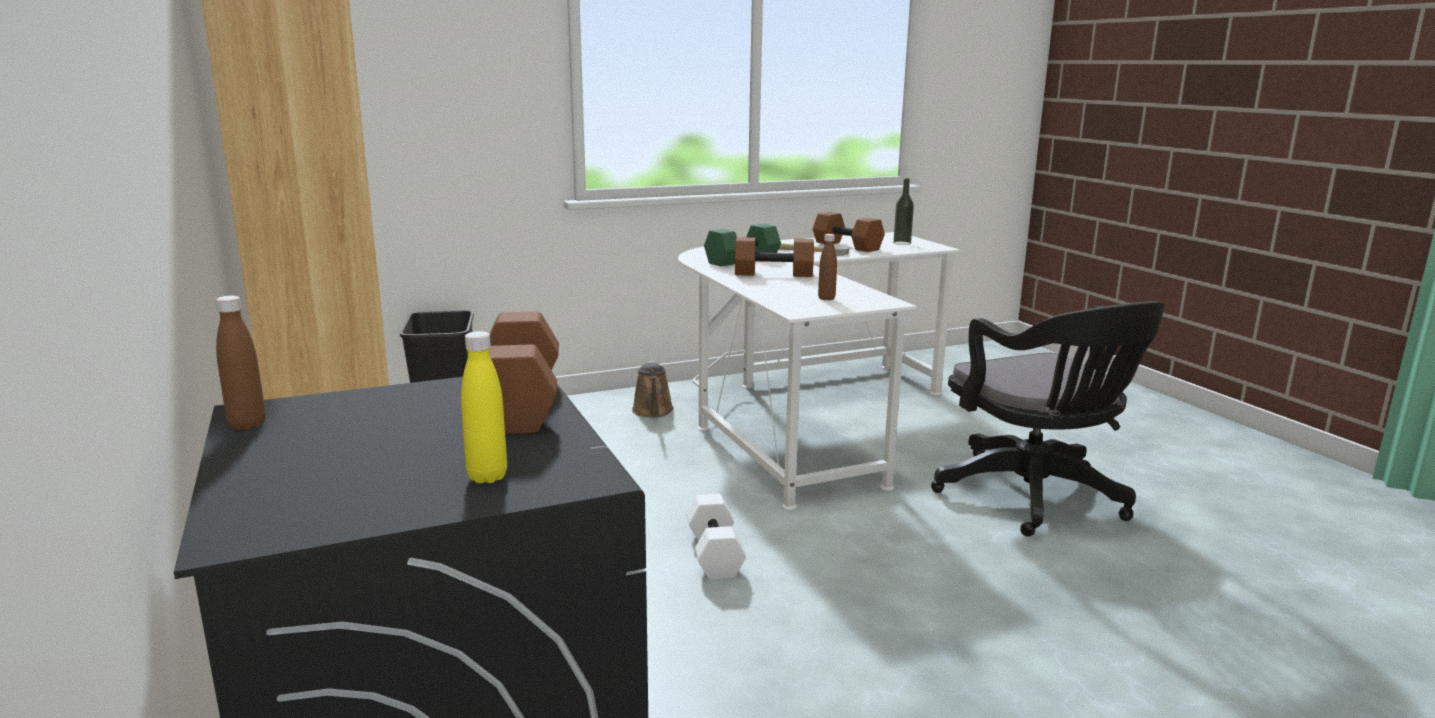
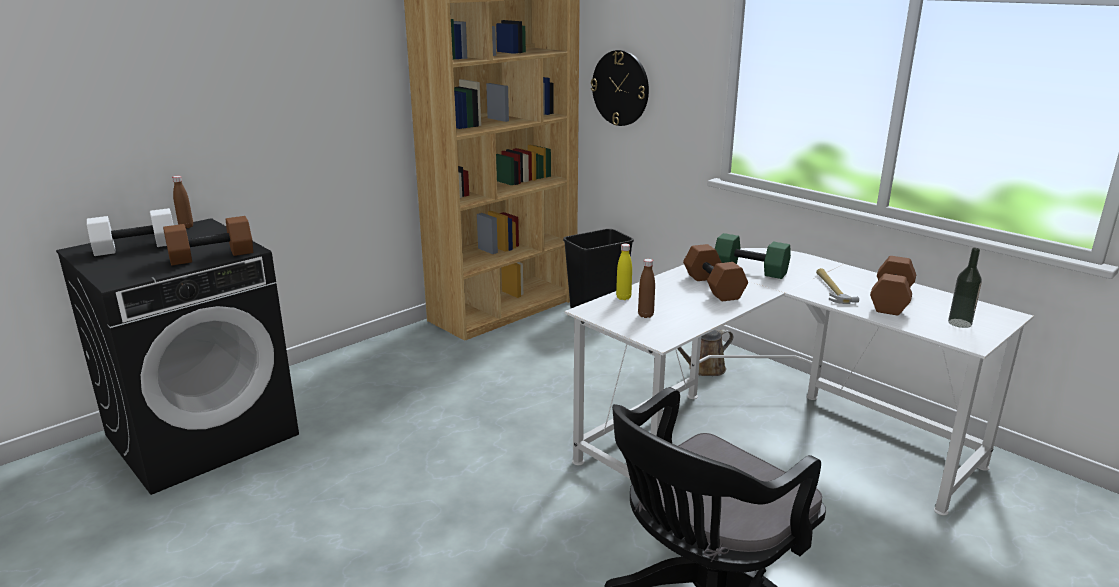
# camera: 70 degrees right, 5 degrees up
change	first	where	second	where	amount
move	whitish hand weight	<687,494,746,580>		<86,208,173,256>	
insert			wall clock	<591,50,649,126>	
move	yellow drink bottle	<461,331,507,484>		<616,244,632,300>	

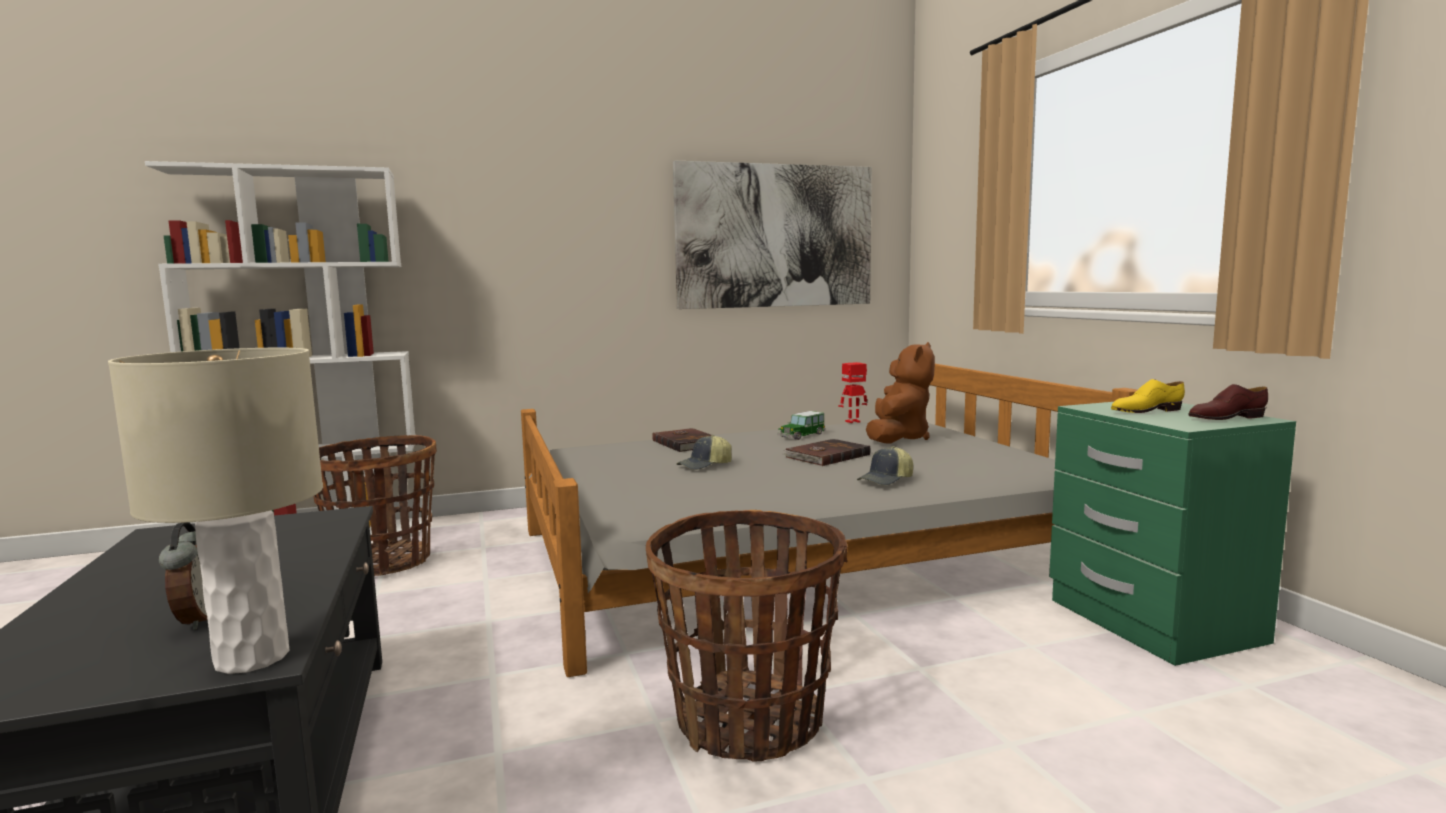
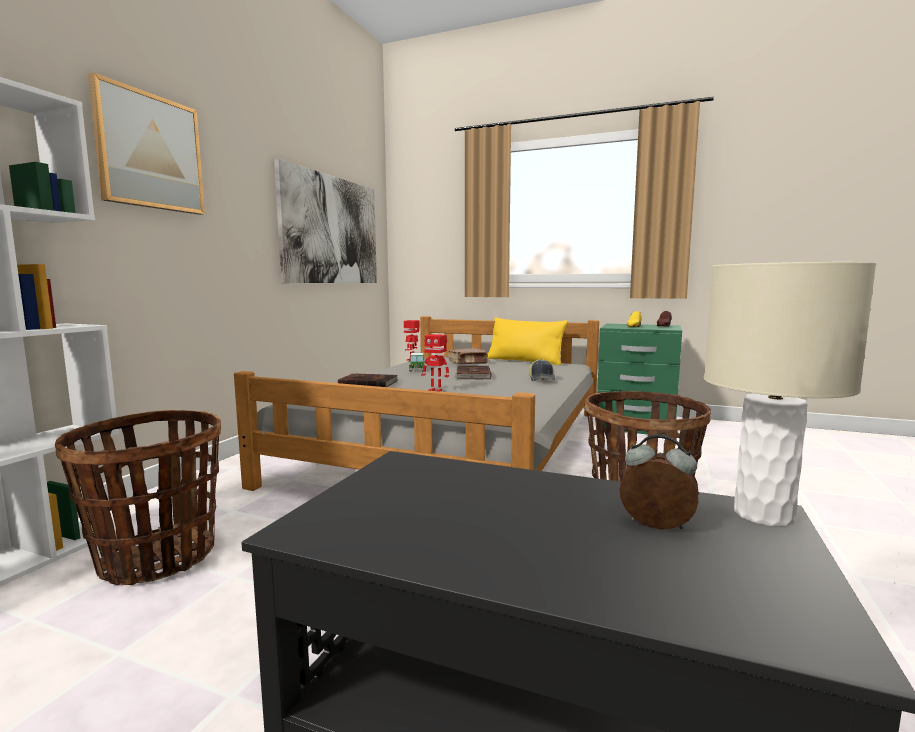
# camera: 50 degrees left, 0 degrees up
change	first	where	second	where	amount
insert			picture	<88,72,205,215>	
replace	peaked cap	<677,435,732,470>	robot figure	<421,334,449,392>	
replace	brown plush toy	<866,342,935,444>	brown volume	<448,348,488,364>	
insert			yellow throw pillow	<488,317,568,365>	

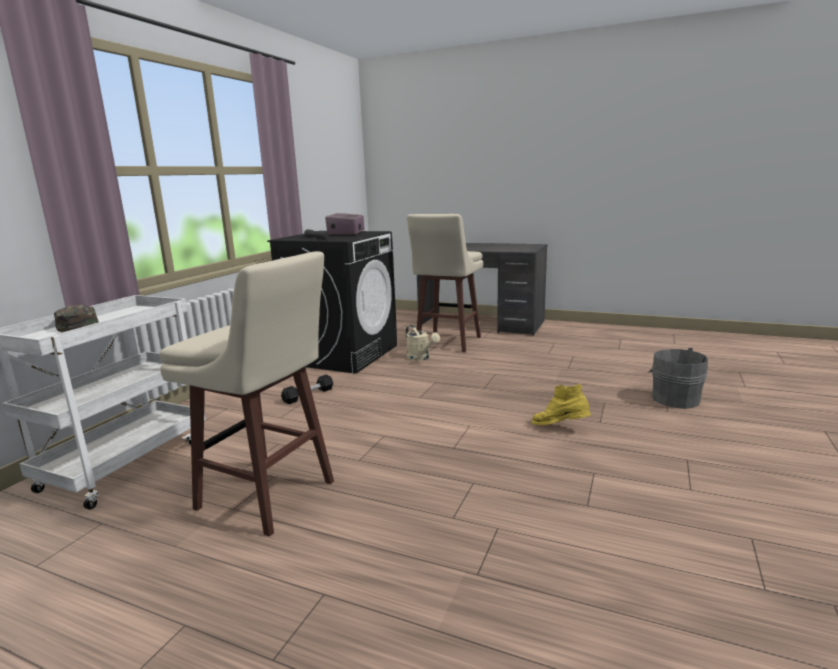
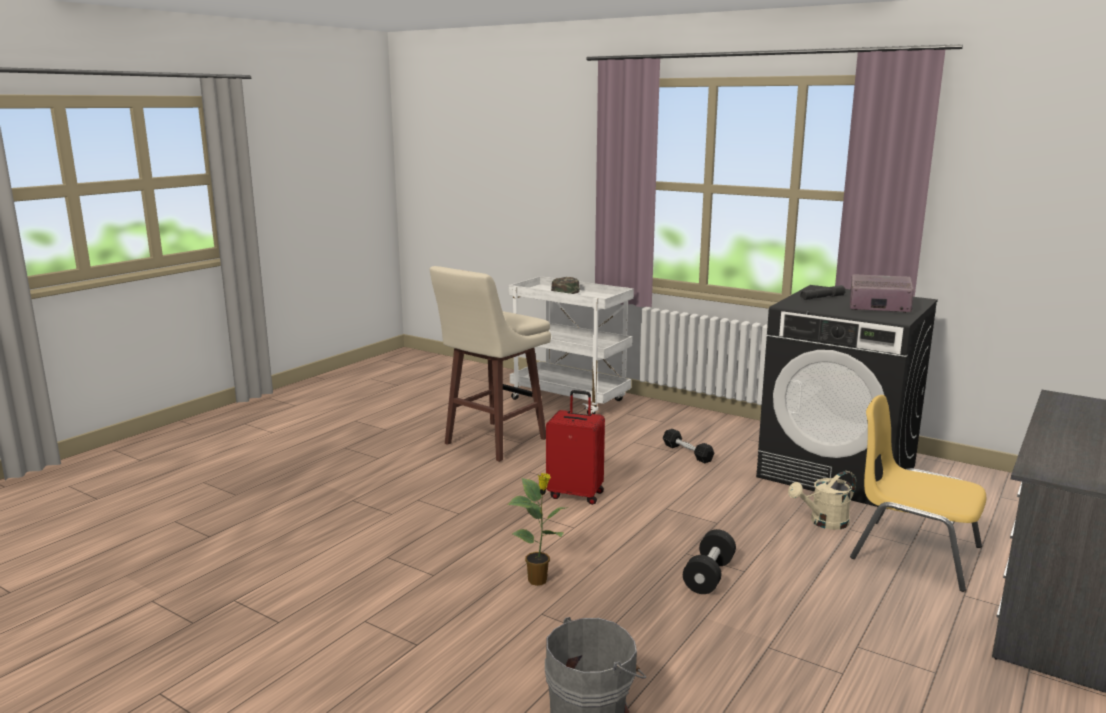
# camera: 100 degrees right, 0 degrees up
change	first	where	second	where	amount
replace	yellow boot	<532,384,591,425>	potted plant	<507,473,565,586>	
insert			reddish travel case	<546,390,605,505>	
insert			blackish hand weight	<683,529,736,594>	
replace	beige stool	<407,214,483,352>	yellow upright chair	<850,395,986,592>	

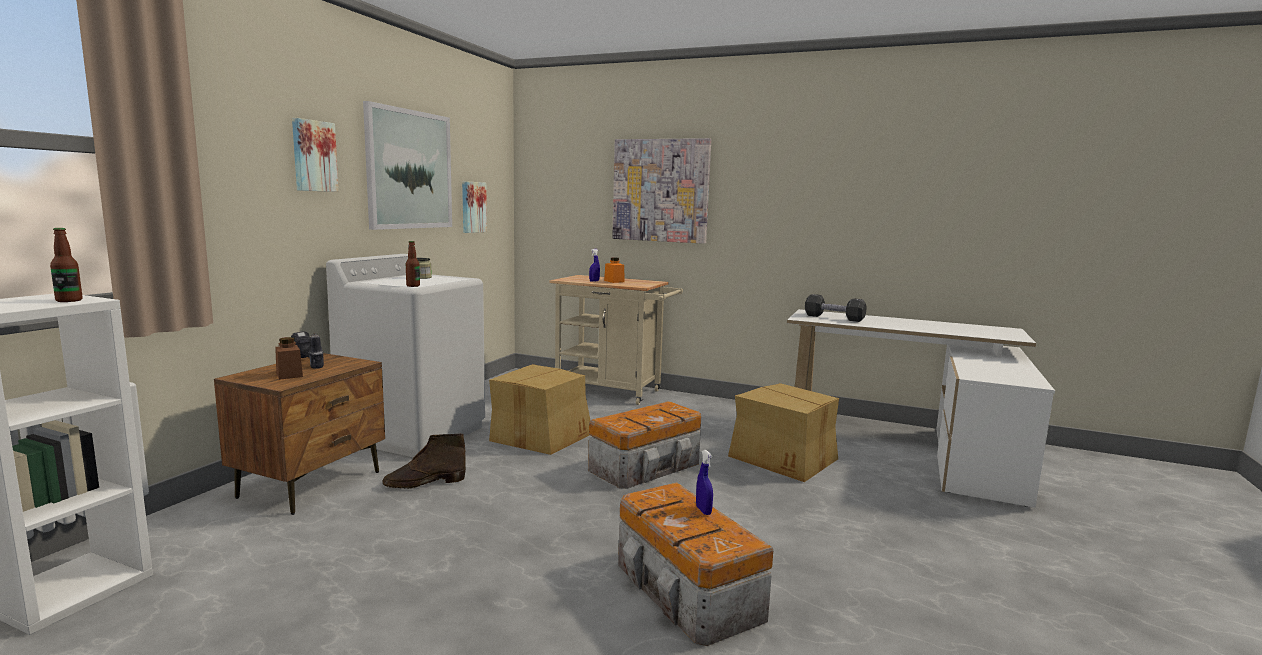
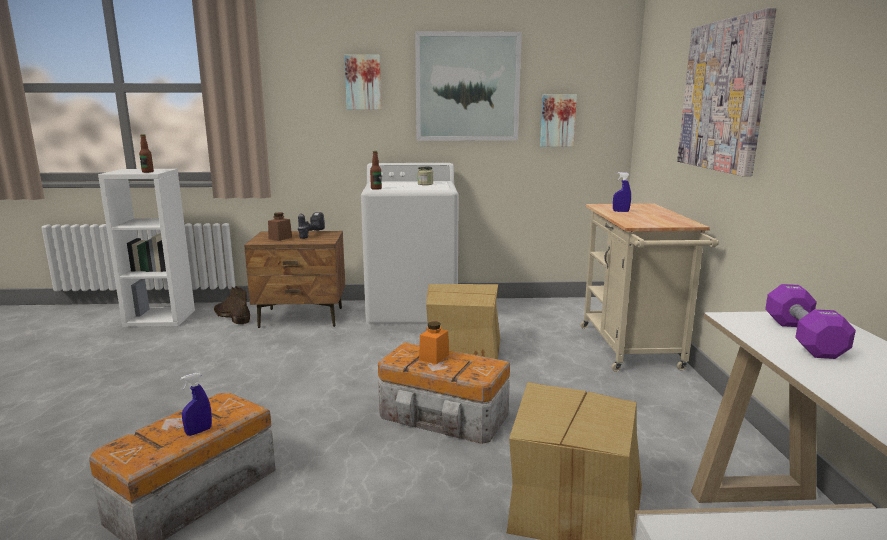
# camera: 65 degrees right, 5 degrees up
change	first	where	second	where	amount
move	brown boot	<382,434,466,489>		<214,286,250,325>	
move	orangey preserve jar	<604,258,625,283>		<419,321,449,364>	
recolor	blackish hand weight	<805,294,867,322>	purple hand weight	<765,284,856,359>	

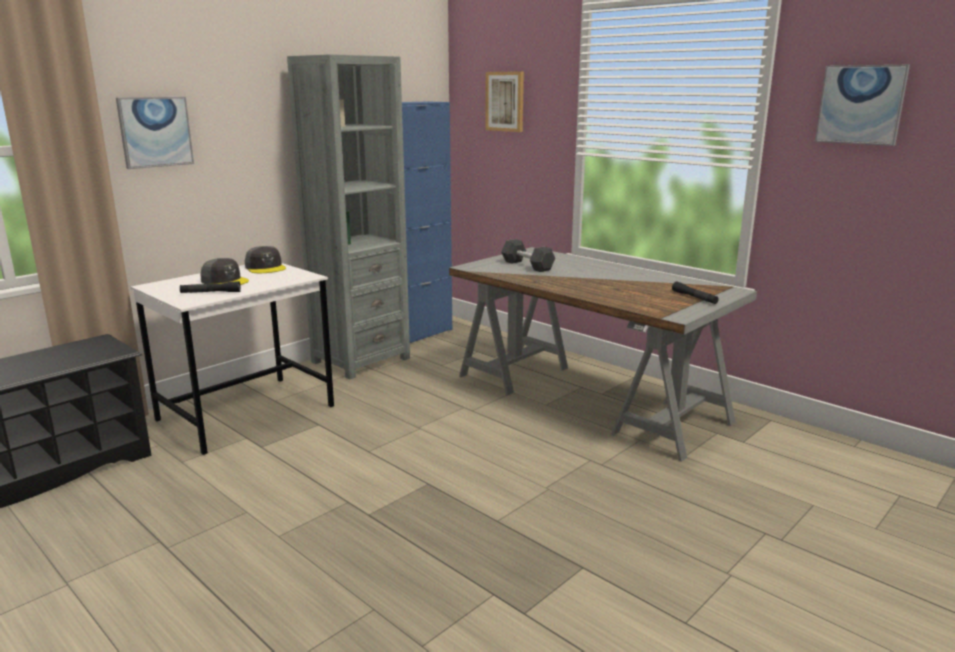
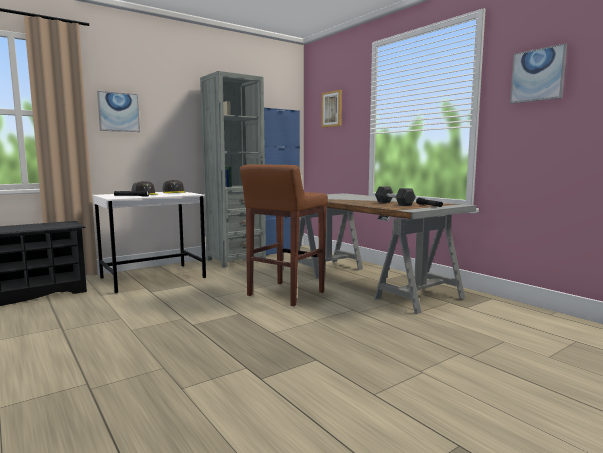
# camera: 10 degrees right, 10 degrees down
change	first	where	second	where	amount
insert			brown stool	<240,165,328,306>	
move	grey hand weight	<501,239,555,272>		<375,186,416,206>	

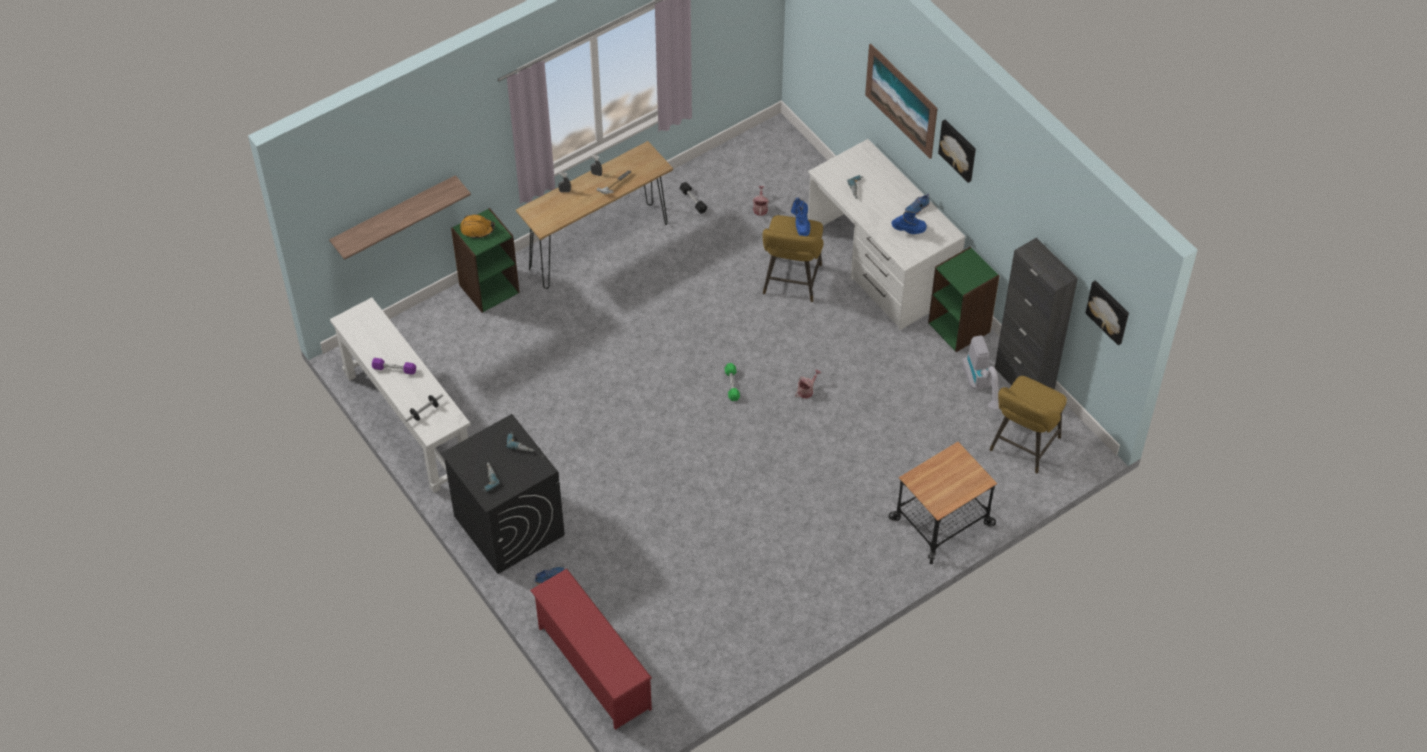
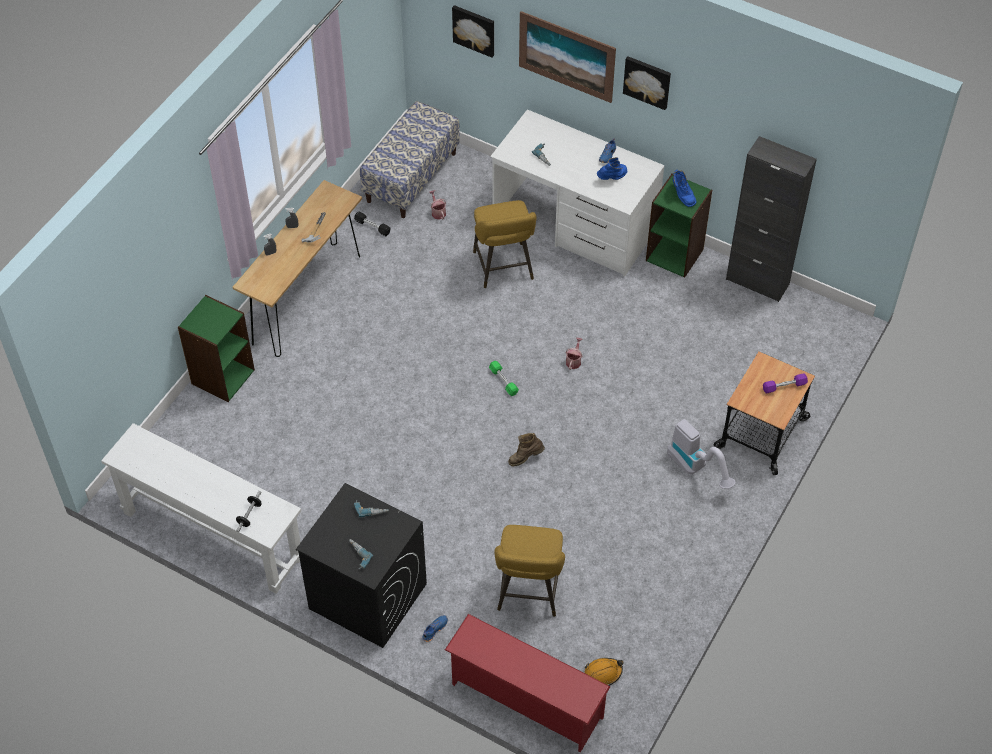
# camera: 25 degrees left, 0 degrees up
change	first	where	second	where	amount
insert			indoor bench	<360,101,460,218>	
move	picture	<1085,280,1129,345>		<452,5,494,57>	
move	yellow stool	<989,376,1067,474>		<495,525,565,617>	
insert			brown boot	<508,433,545,466>	
move	orangey work helmet	<460,215,495,239>		<584,658,624,686>	
move	vacuum cleaner	<962,335,999,409>		<667,419,736,489>	
move	blue boot	<791,197,810,236>		<673,170,697,207>	
move	purple hand weight	<372,358,416,375>		<763,373,808,394>	
delete	bracket shelf	<329,175,471,260>			

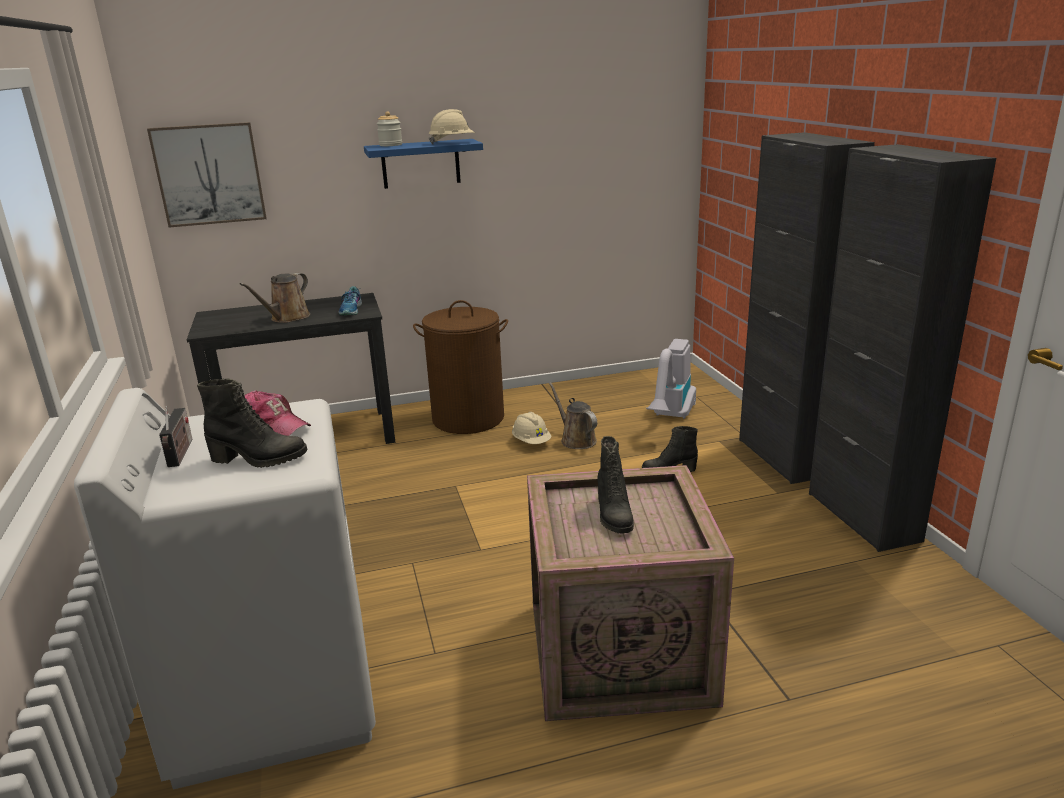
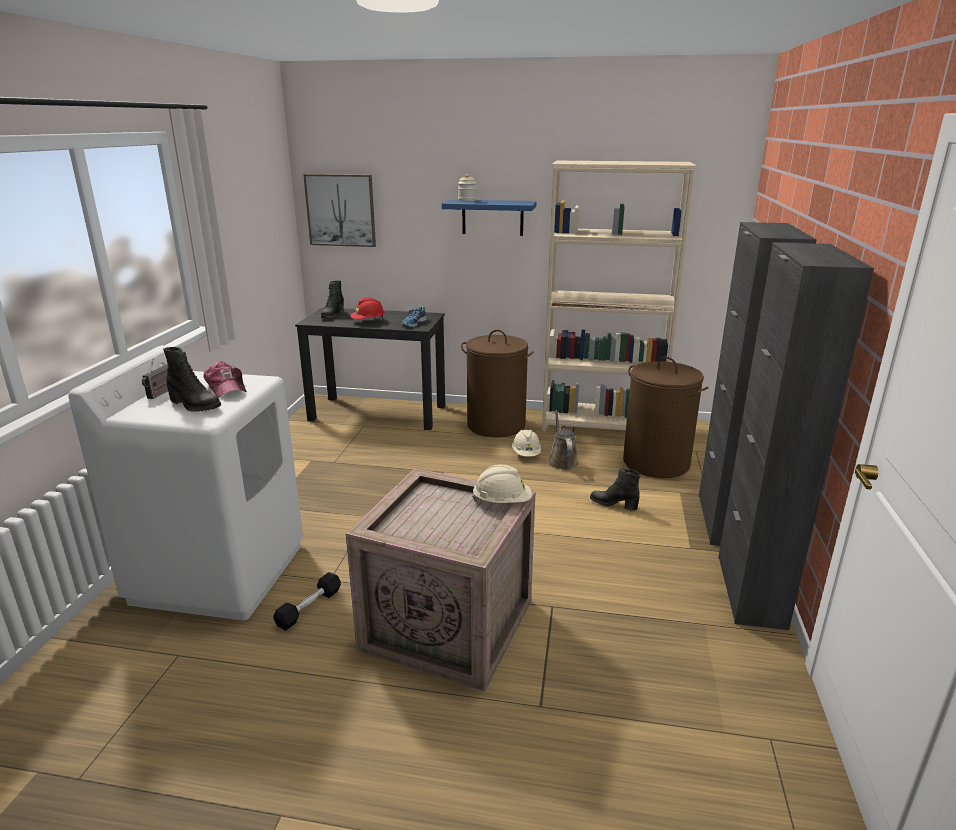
# camera: 25 degrees right, 0 degrees up
change	first	where	second	where	amount
insert			blackish hand weight	<273,572,341,631>	
move	blackish boot	<598,436,634,533>		<321,281,344,318>	
replace	brown watering pot	<240,273,310,323>	reddish work helmet	<350,297,385,319>	
move	beige work helmet	<428,109,475,145>		<472,465,532,503>	
insert			beige bookcase	<542,161,696,431>	
replace	vacuum cleaner	<646,339,696,419>	brown washing basket	<623,356,708,478>	

